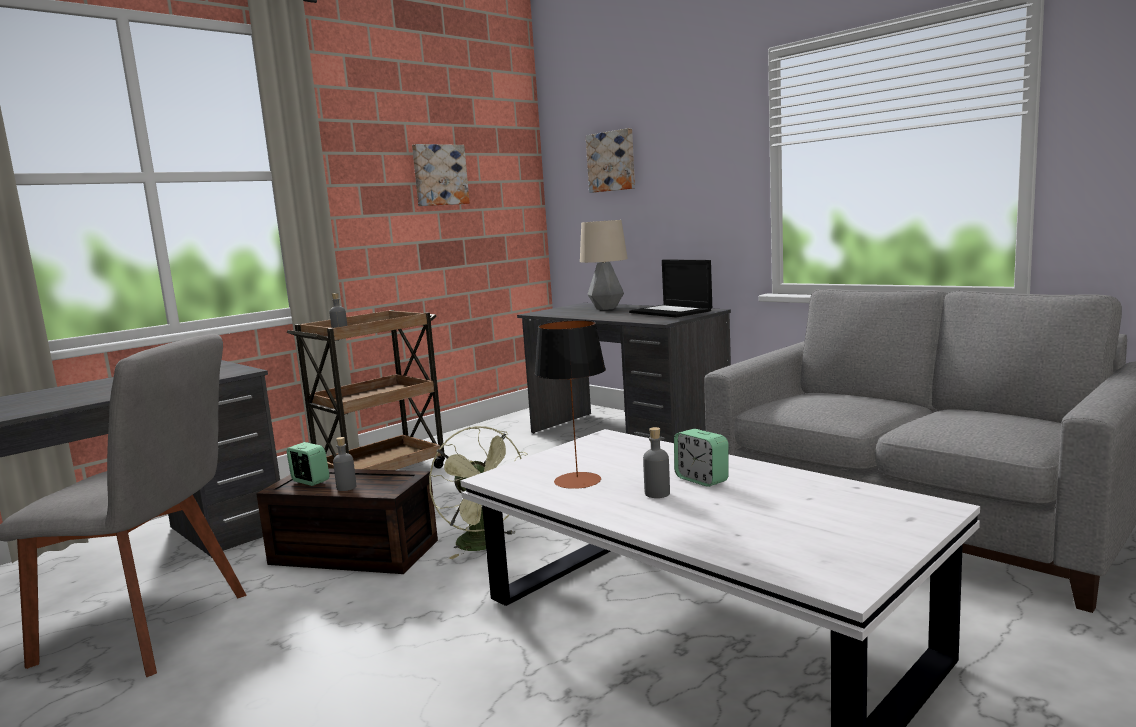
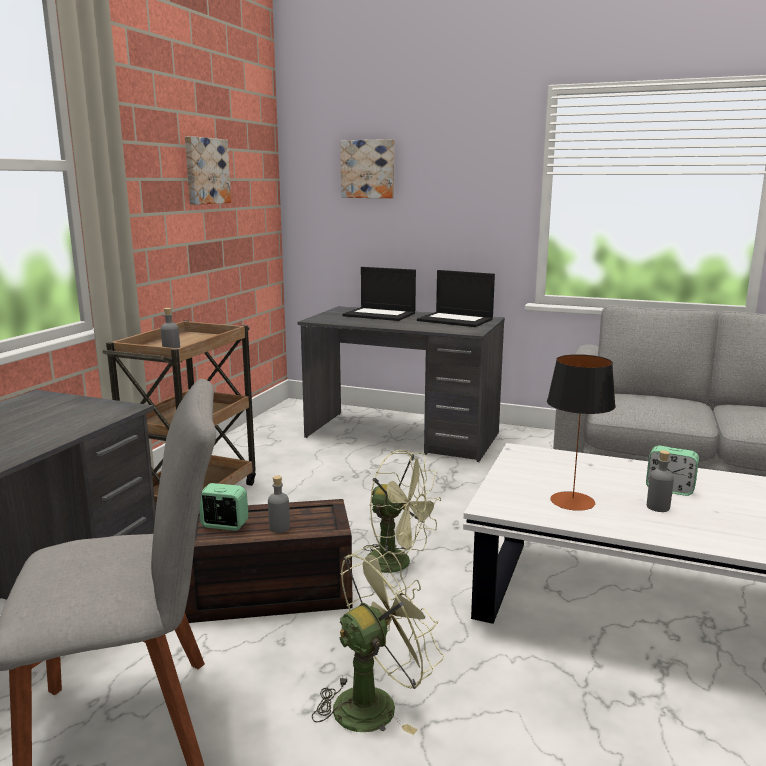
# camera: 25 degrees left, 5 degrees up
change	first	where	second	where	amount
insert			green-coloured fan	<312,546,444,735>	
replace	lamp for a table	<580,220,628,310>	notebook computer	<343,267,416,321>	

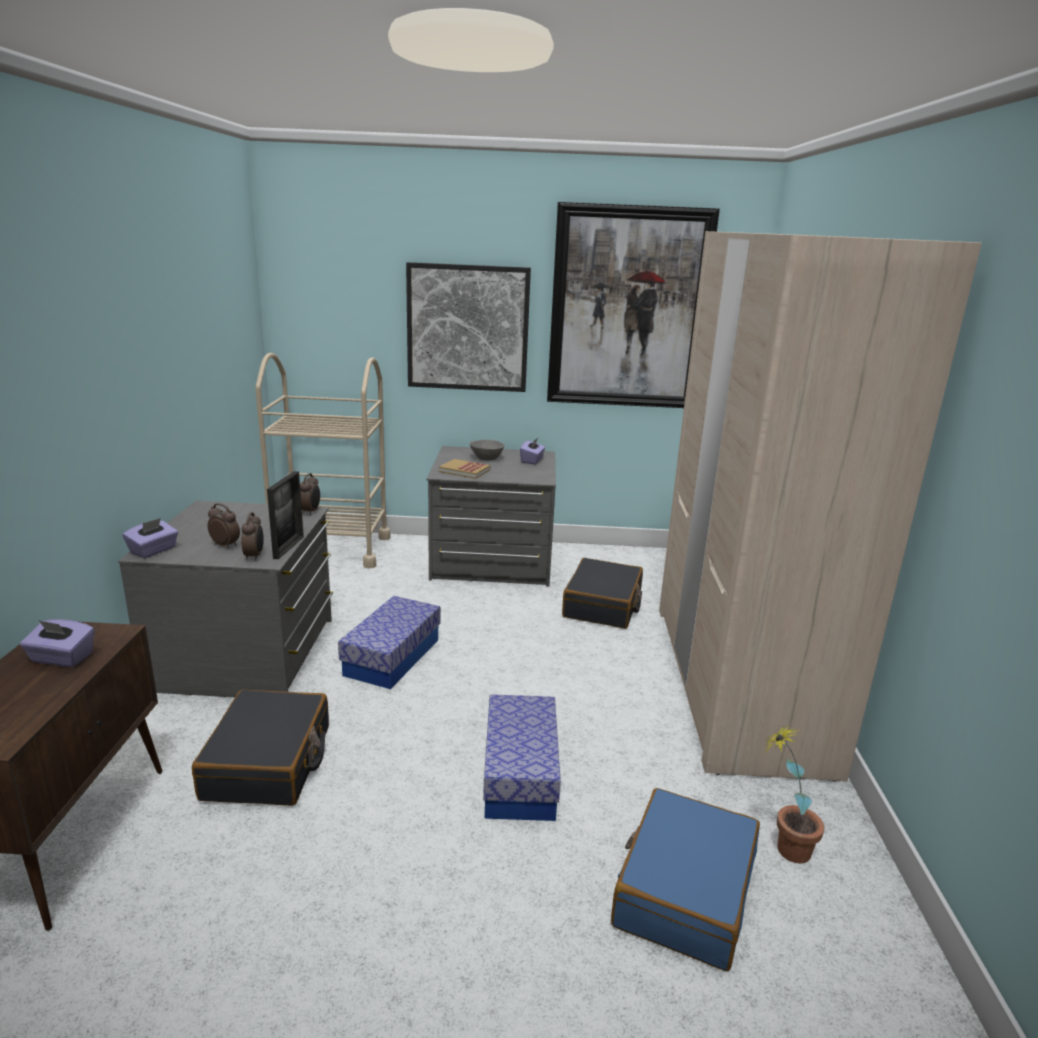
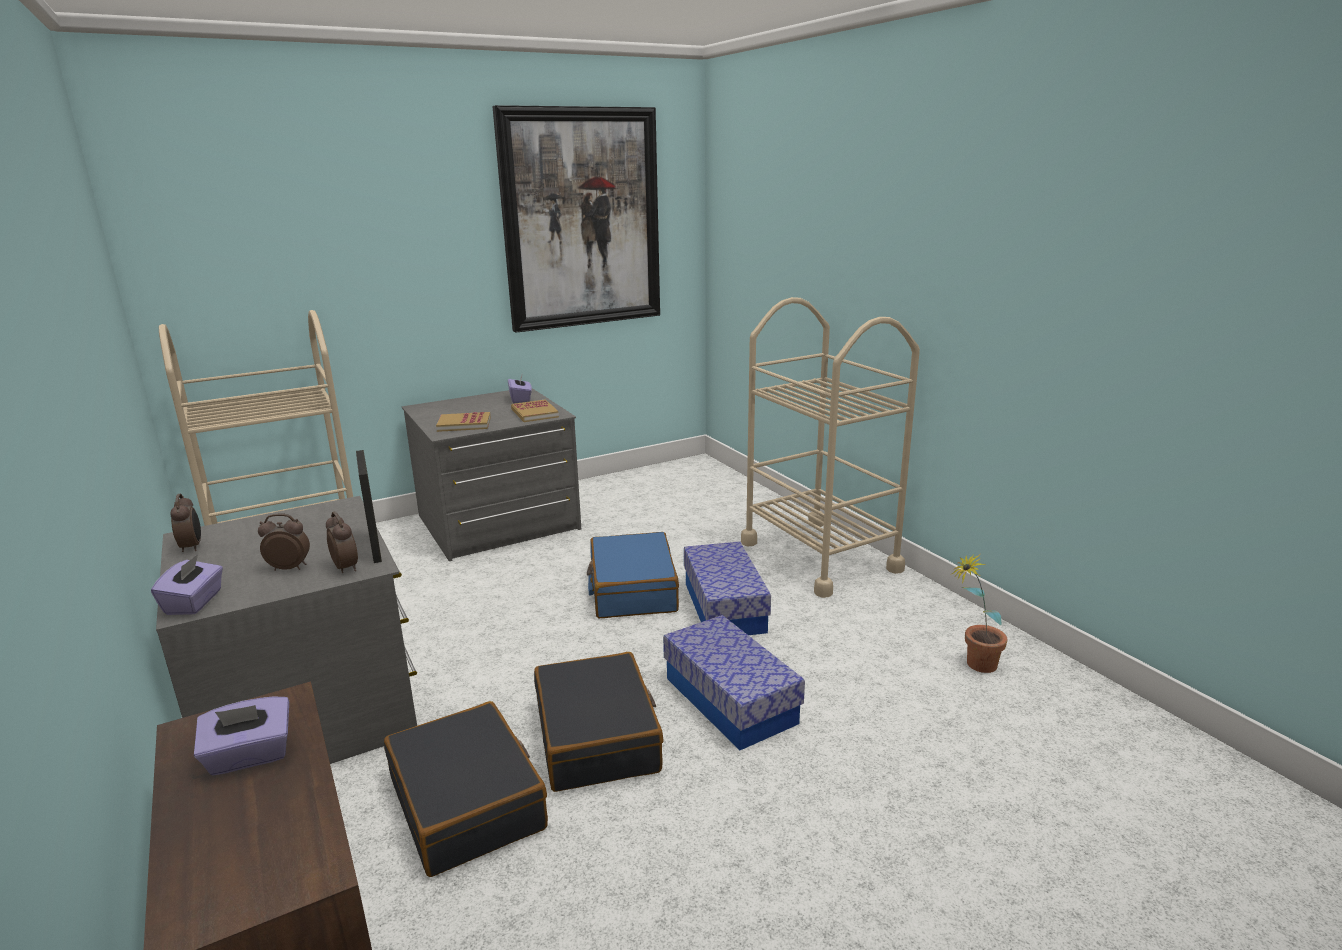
# camera: 30 degrees left, 0 degrees up
change	first	where	second	where	amount
move	table clock	<300,473,320,515>		<170,493,201,552>	
insert			volume	<511,400,559,422>	
move	blackish travel case	<562,558,643,629>		<534,652,663,792>	
move	blue travel case	<611,788,760,971>		<587,532,679,618>	
move	storage bin	<338,596,440,689>		<684,541,771,635>	
replace	beige clothes cupboard	<659,231,982,782>	beige cart	<741,297,920,598>	
delete	picture	<406,262,531,392>			
delete	grey bowl	<470,440,505,460>			

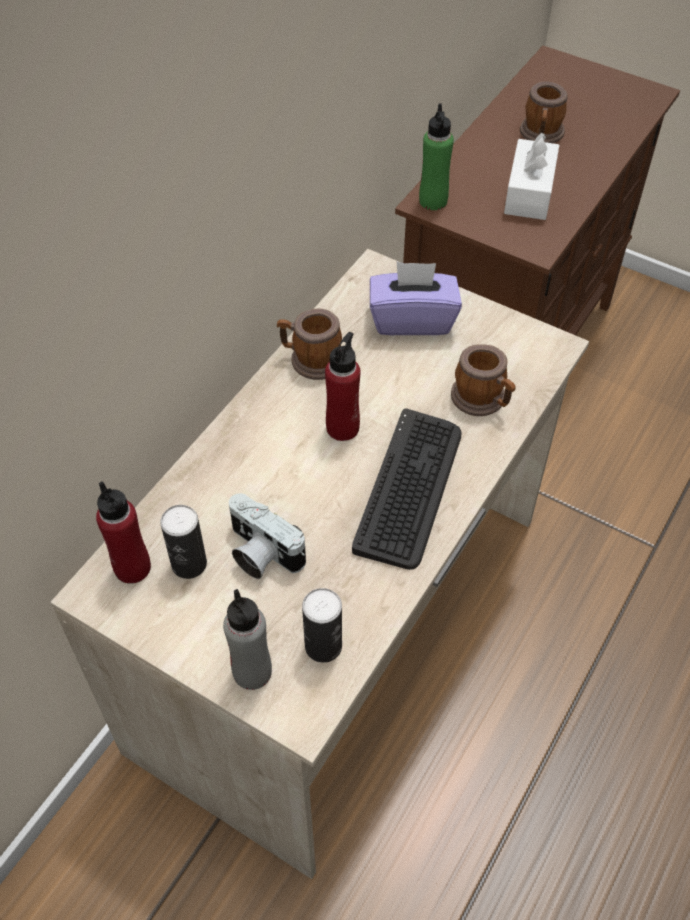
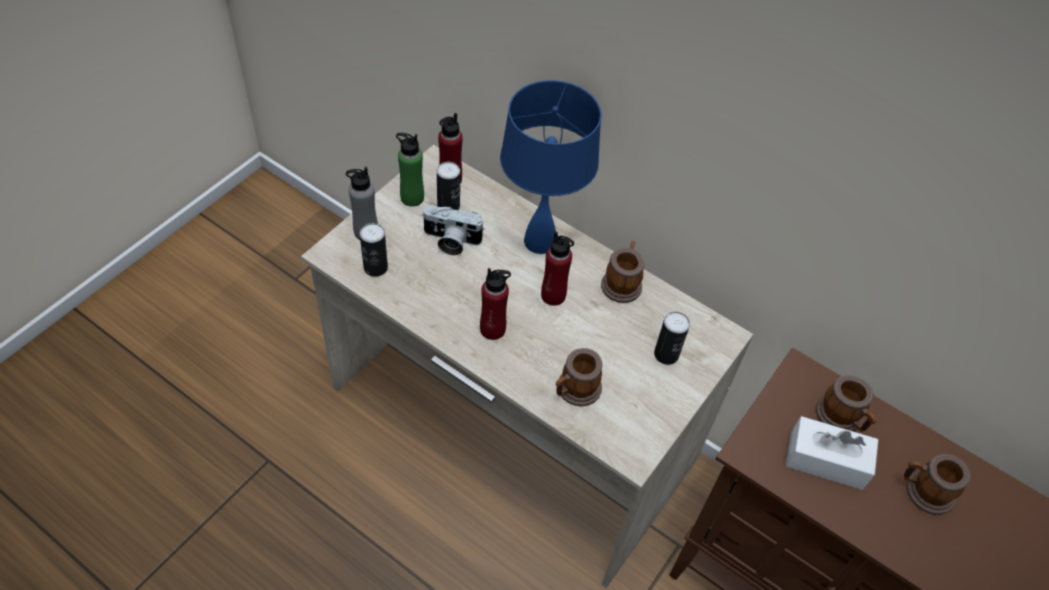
# camera: 90 degrees right, 0 degrees up
change	first	where	second	where	amount
move	green-coloured drink bottle	<419,104,454,210>		<396,133,424,207>	
rotate	photo camera	<229,493,306,579>		<422,205,485,255>	120 degrees counterclockwise
replace	keyboard	<352,409,462,570>	reddish drink bottle	<480,268,511,340>	
insert			blue lamp for a table	<500,80,602,254>	
replace	purple tissue holder	<370,262,462,335>	can	<654,312,690,365>	
insert			tea mug	<816,375,877,432>	

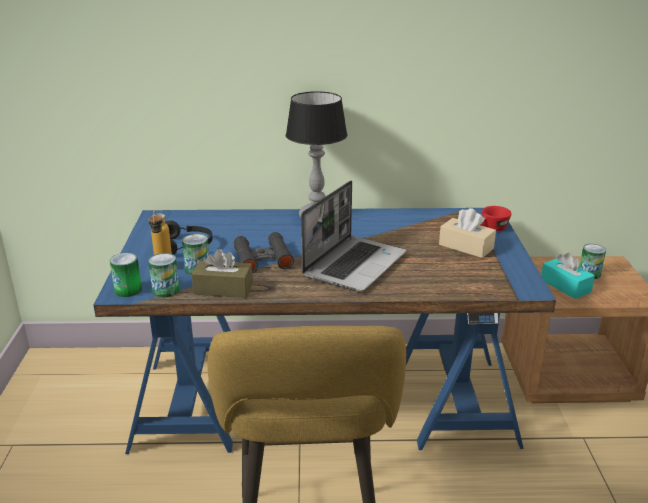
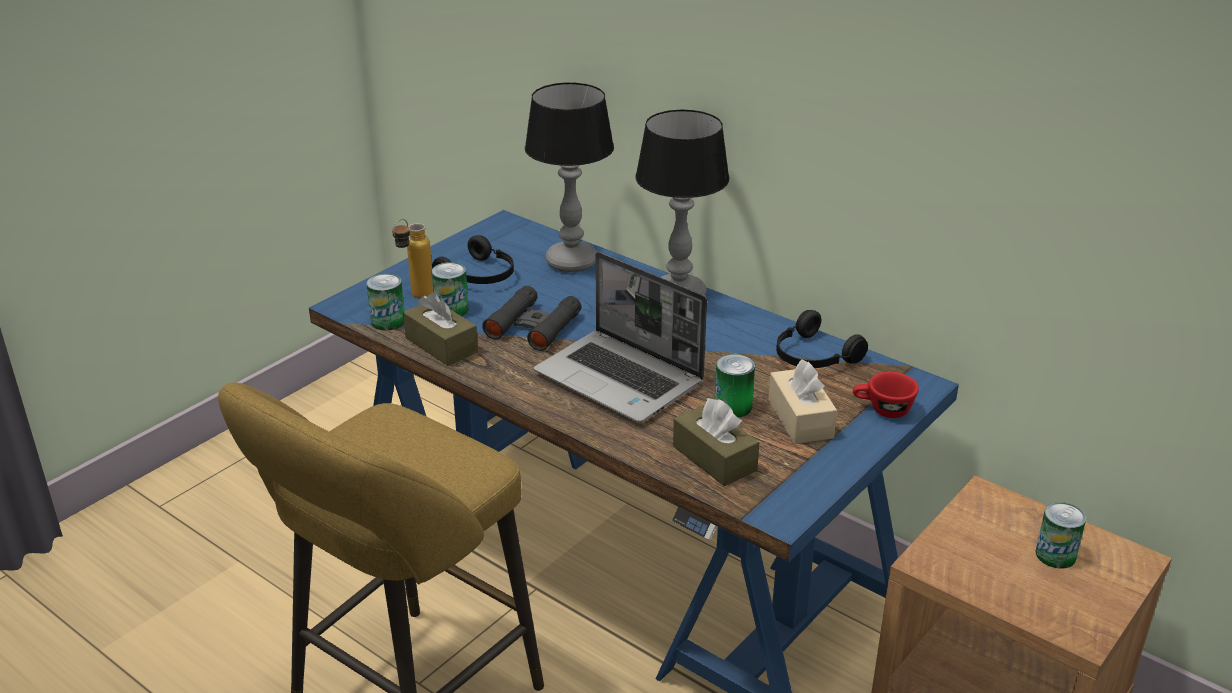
# camera: 40 degrees right, 5 degrees up
change	first	where	second	where	amount
insert			lamp for a table	<525,83,614,272>	
rotate	notebook computer	<301,180,406,291>		<534,252,707,423>	60 degrees clockwise
insert			brown tissue holder	<673,398,759,486>	
move	can	<110,253,142,297>		<715,354,755,418>	
insert			blackish headphones	<776,310,868,368>	
delete	blue-green tissue holder	<541,252,595,299>			

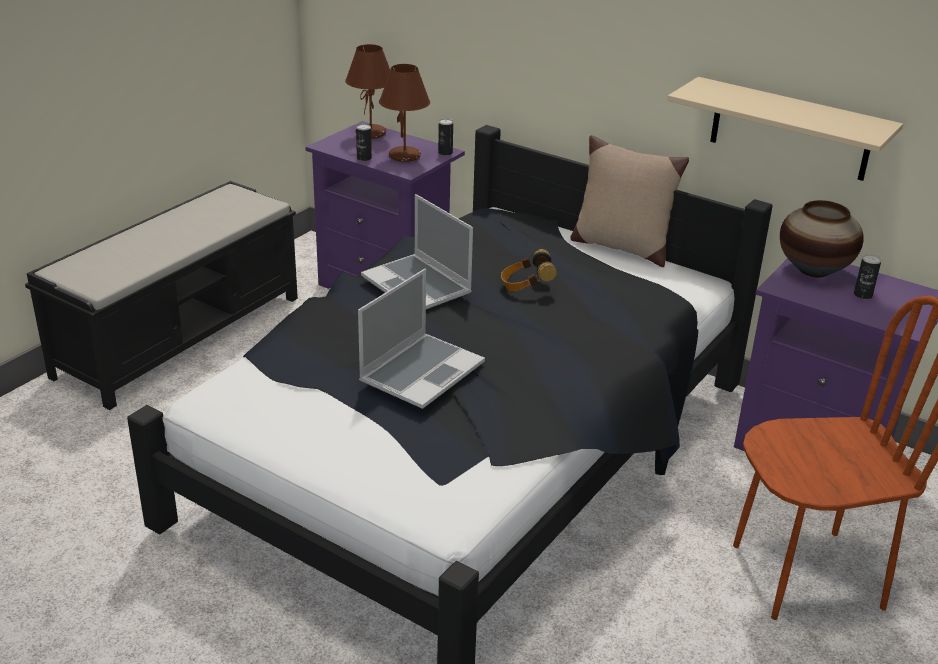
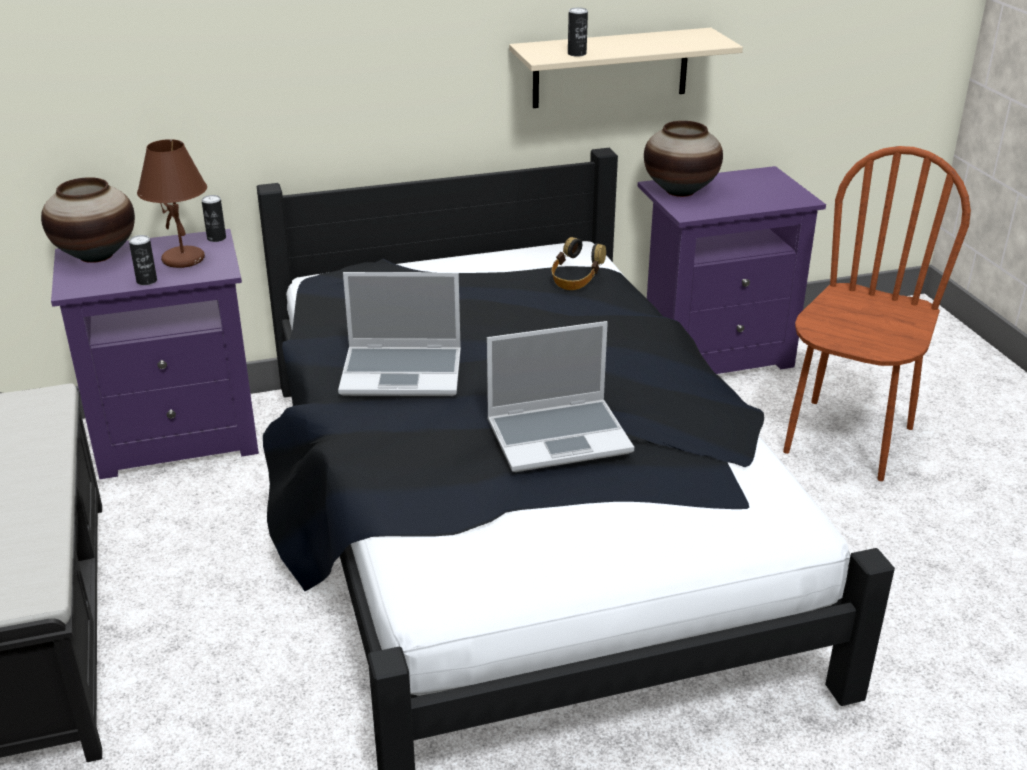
# camera: 50 degrees left, 0 degrees up
change	first	where	second	where	amount
replace	brown lamp for a table	<345,44,390,139>	flower vase	<41,177,135,263>	
rotate	notebook computer	<358,269,485,409>		<487,321,634,472>	90 degrees clockwise
move	headphones	<501,249,557,291>		<552,237,606,290>	
move	can	<854,254,881,299>		<568,8,588,57>	
delete	beige throw pillow	<570,135,689,267>			

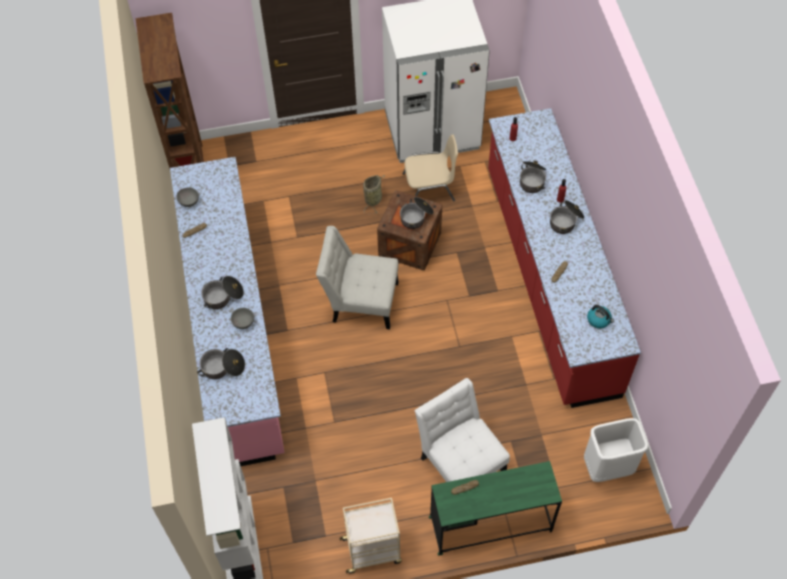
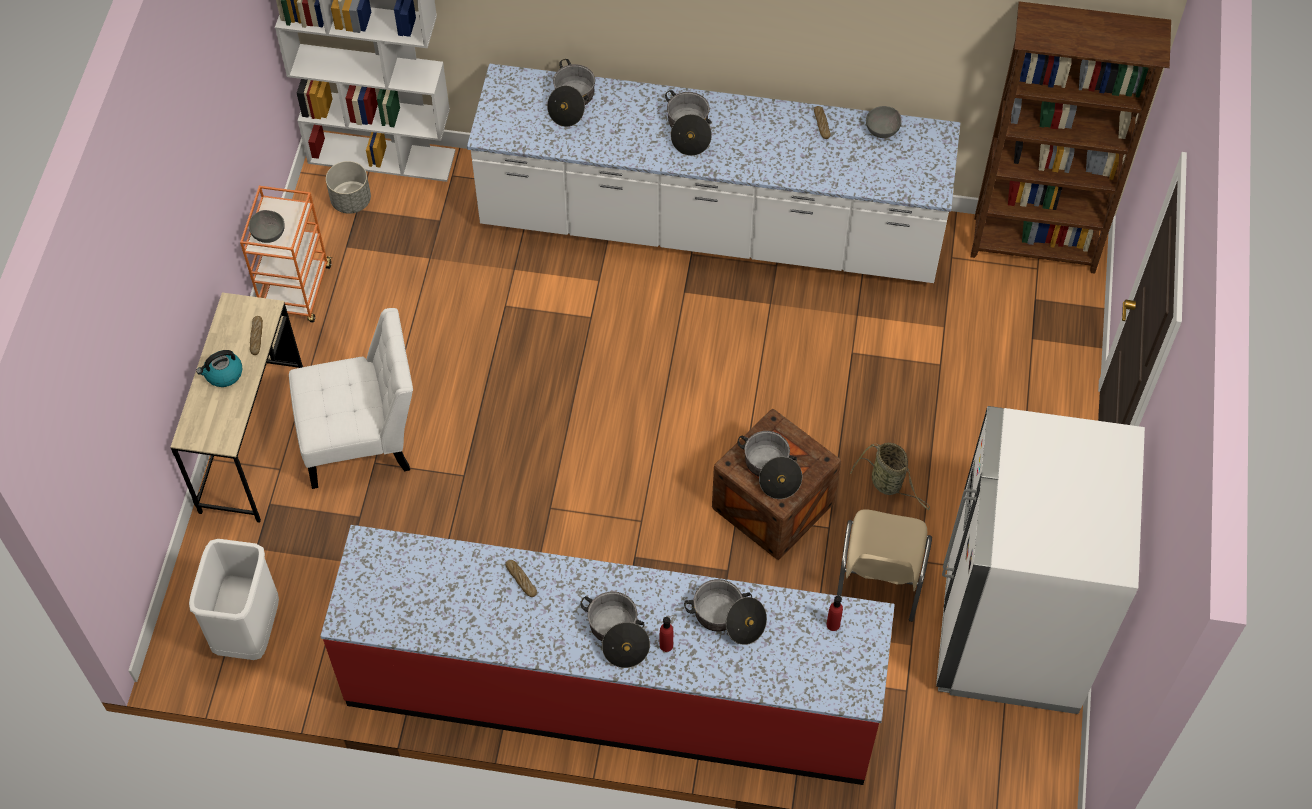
# camera: 110 degrees right, 0 degrees up
change	first	where	second	where	amount
recolor	green-coloured desk table	<429,461,562,556>	beige desk table	<171,292,303,523>	
move	kettle	<587,305,614,328>		<196,350,242,387>	
recolor	beige cart	<340,498,402,574>	orangey cart	<240,186,332,322>	
move	grey bowl	<231,308,254,329>		<249,210,285,243>	
insert			grey plant pot	<326,161,371,214>	
recolor	pinkish counter	<170,157,285,466>	whitish counter	<467,63,960,283>	
delete	whitish upright chair	<316,226,399,329>			

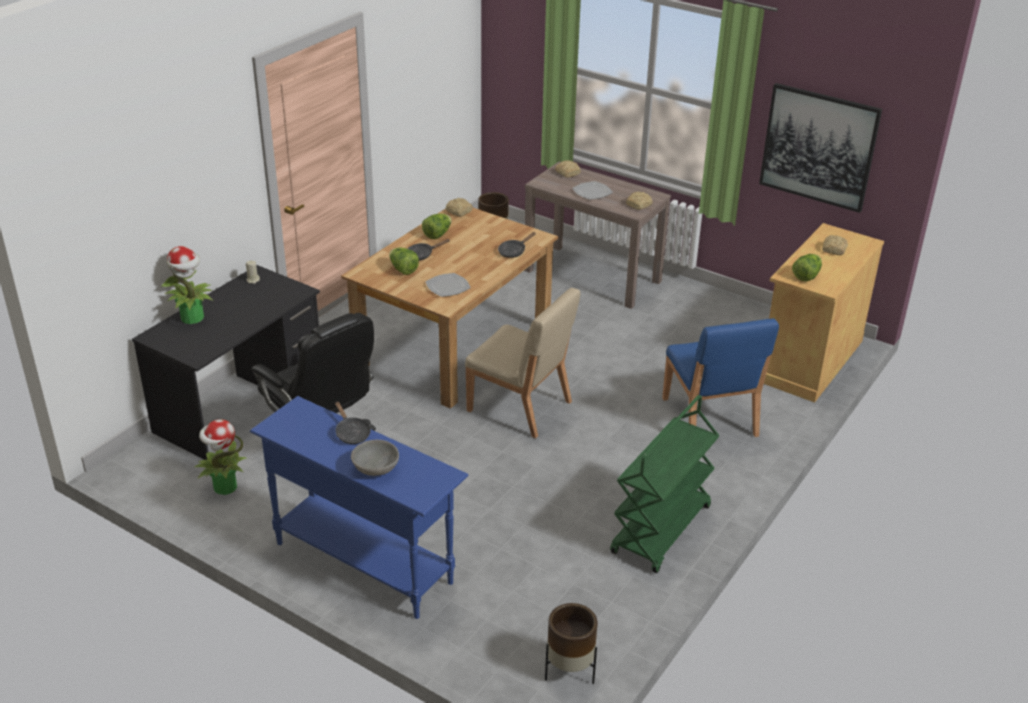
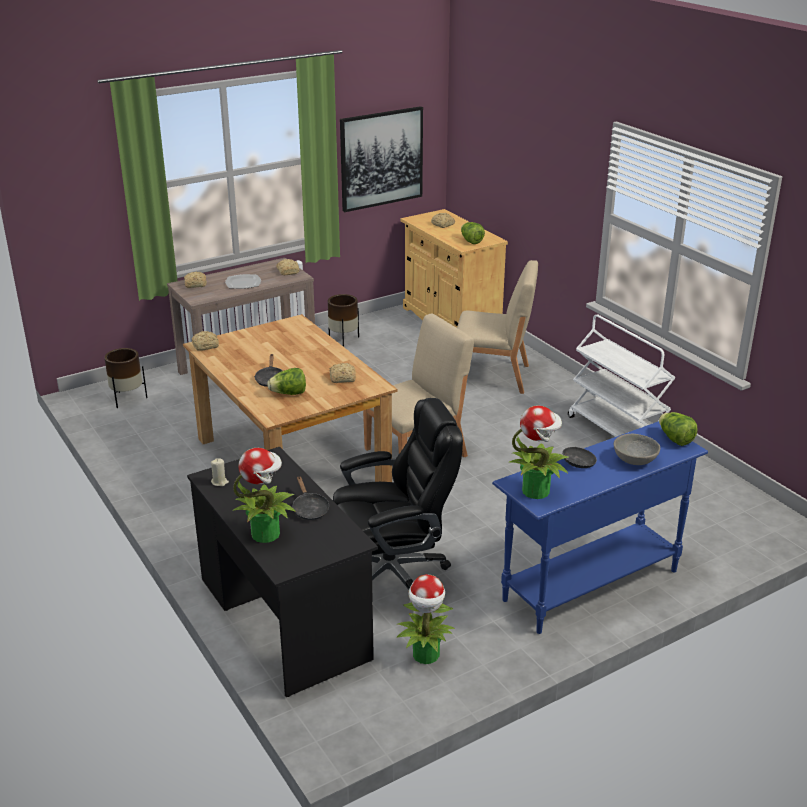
# camera: 65 degrees left, 5 degrees down
change	first	where	second	where	amount
move	blackish frying pan	<498,232,536,258>		<293,476,329,520>	
move	brown plant pot	<545,603,597,684>		<328,294,359,347>	
replace	flat dish	<425,273,470,297>	baked bread	<329,363,356,383>	
recolor	blue upright chair	<662,318,779,437>	beige upright chair	<457,260,538,394>	
insert			potted plant	<508,405,570,499>	
recolor	green-coloured cart	<610,395,719,573>	whitish cart	<568,314,675,437>	
move	head of lettuce	<422,214,452,239>		<659,412,698,446>	

